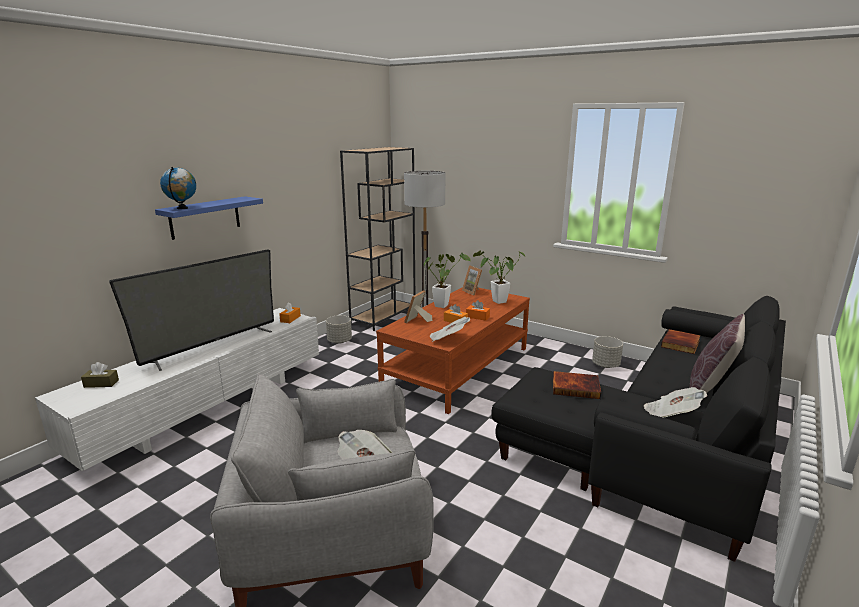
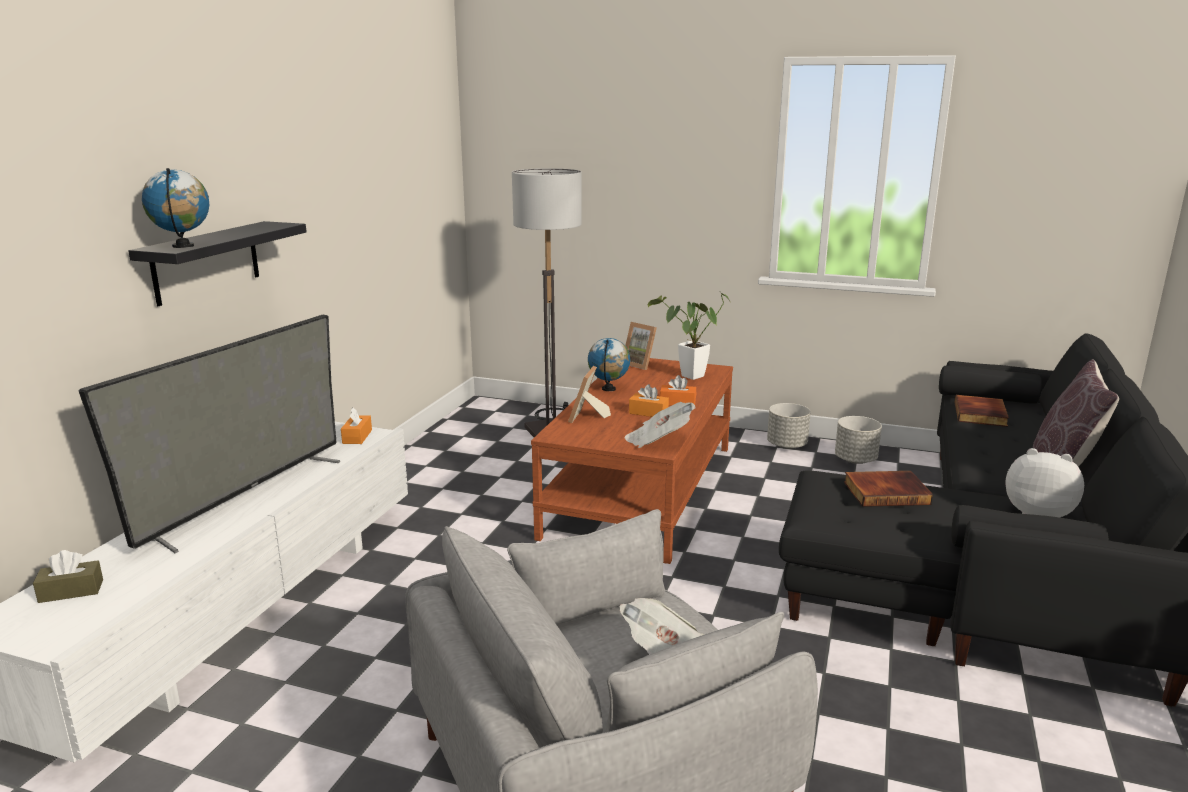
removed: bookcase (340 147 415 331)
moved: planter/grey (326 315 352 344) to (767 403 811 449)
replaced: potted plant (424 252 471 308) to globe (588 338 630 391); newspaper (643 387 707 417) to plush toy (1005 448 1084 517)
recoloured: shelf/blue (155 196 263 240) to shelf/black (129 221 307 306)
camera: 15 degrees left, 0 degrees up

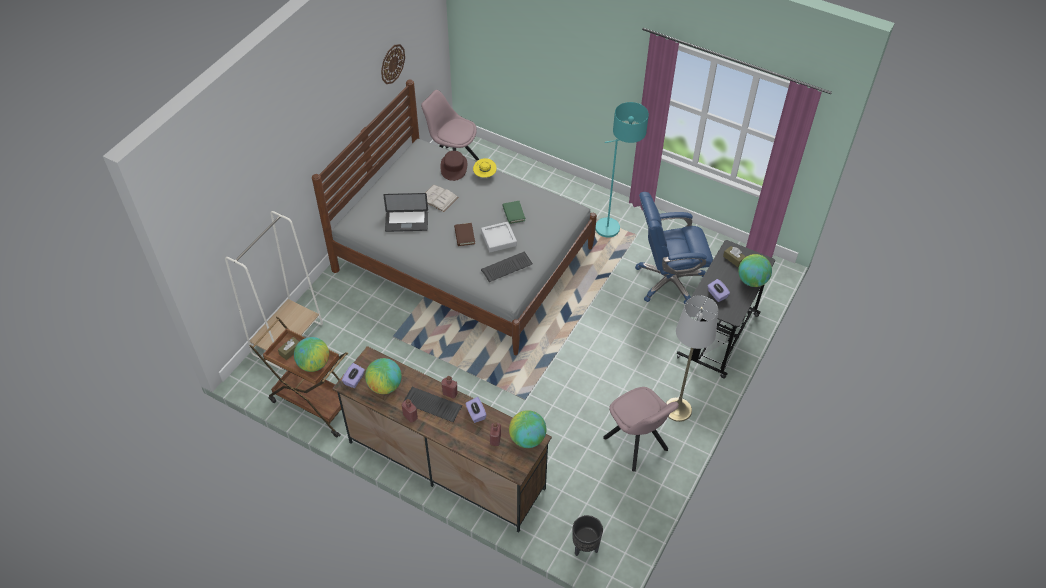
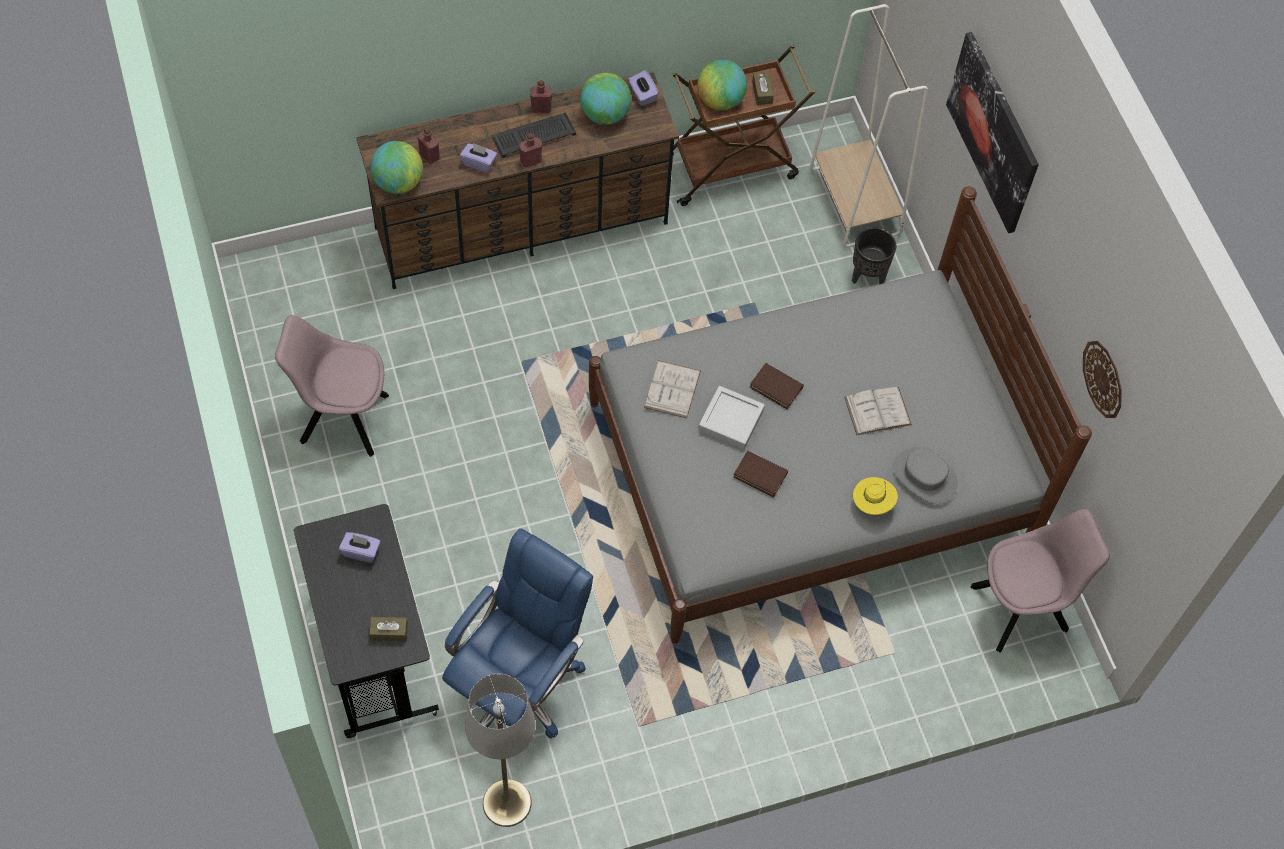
removed: laptop (383 193 428 232); floor lamp/turquoise (595 102 649 237); globe (738 254 772 287)
added: picture (946 32 1039 233)
moved: floor lamp/grey (666 295 718 422) to (465 674 536 827); planter/black (573 515 603 556) to (852 227 896 284)
replaced: keyboard (481 251 533 282) to book/white (644 360 701 418)
recoloured: book/green (503 201 525 224) to book/brown (733 451 788 498); hat/brown (441 151 467 181) to hat/grey (892 447 958 504)
camera: 130 degrees right, 10 degrees up

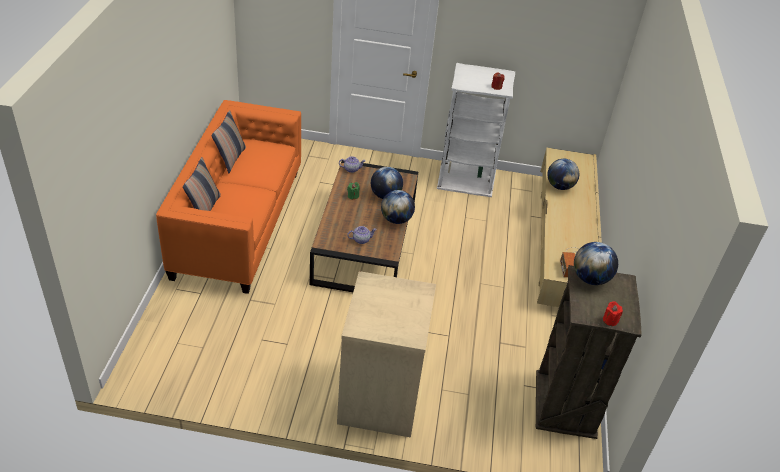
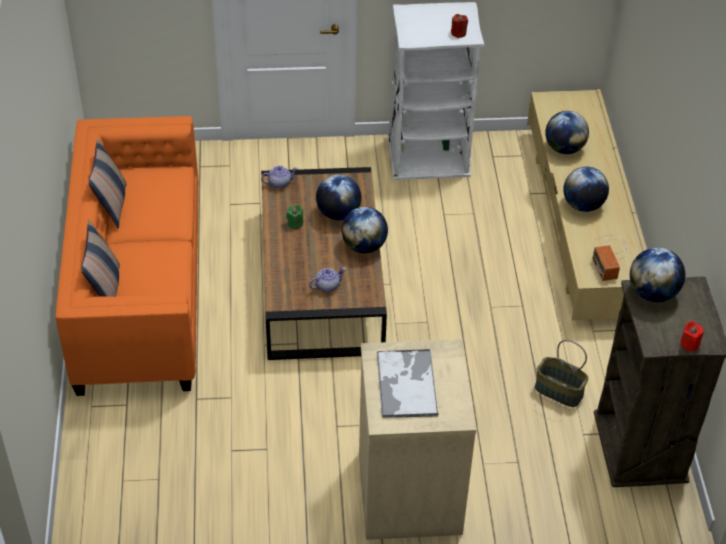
added: tray (377 349 438 418); basket (535 340 588 407); globe (563 167 609 212)
camera: 10 degrees left, 5 degrees up

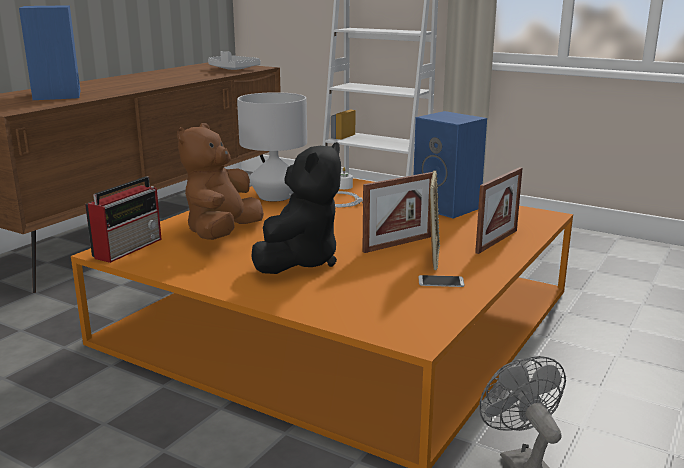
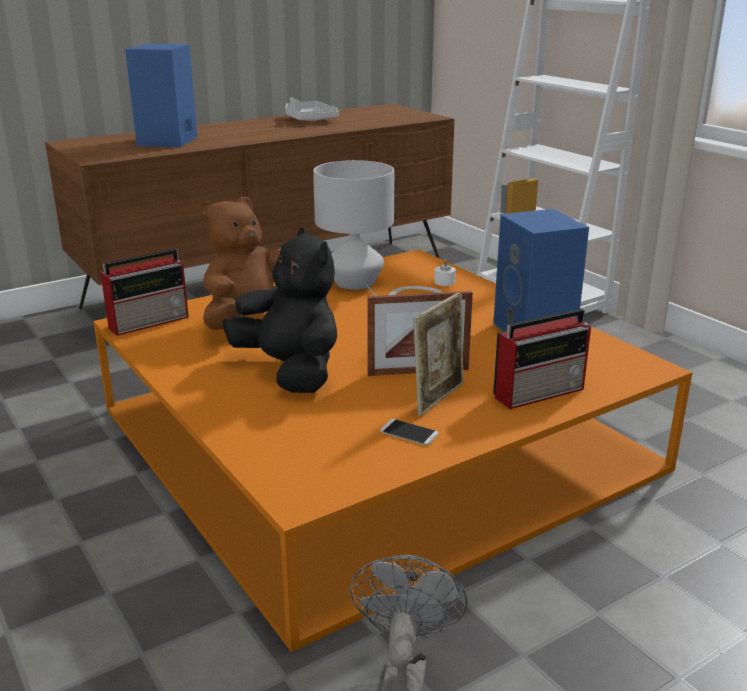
moved: tray/grey (208 51 260 70) to (285 98 339 121)
replaced: picture frame (475 167 523 254) to radio (493 309 591 409)
turned: plush toy/black (252 142 341 274) = (222 227 337 393) 90 degrees counterclockwise
camera: 25 degrees right, 5 degrees up

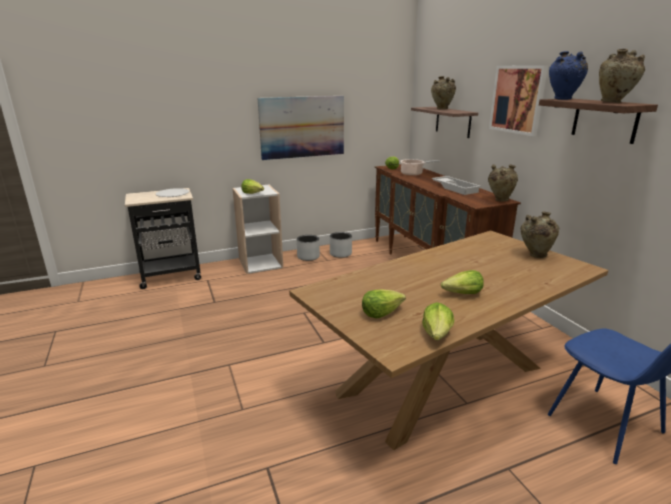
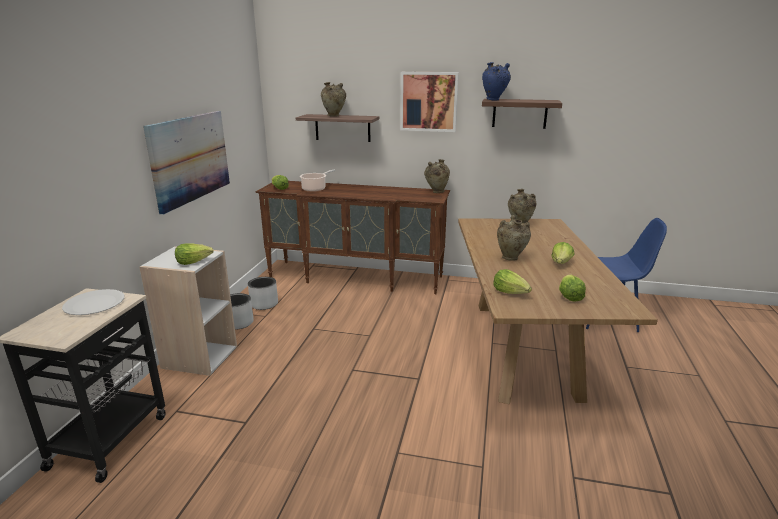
removed: tray/white (432 176 481 195)
moved: lettuce (422 302 454 340) to (493 269 532 294); vase/beige (599 49 645 103) to (497 215 531 261)
camera: 55 degrees left, 0 degrees up

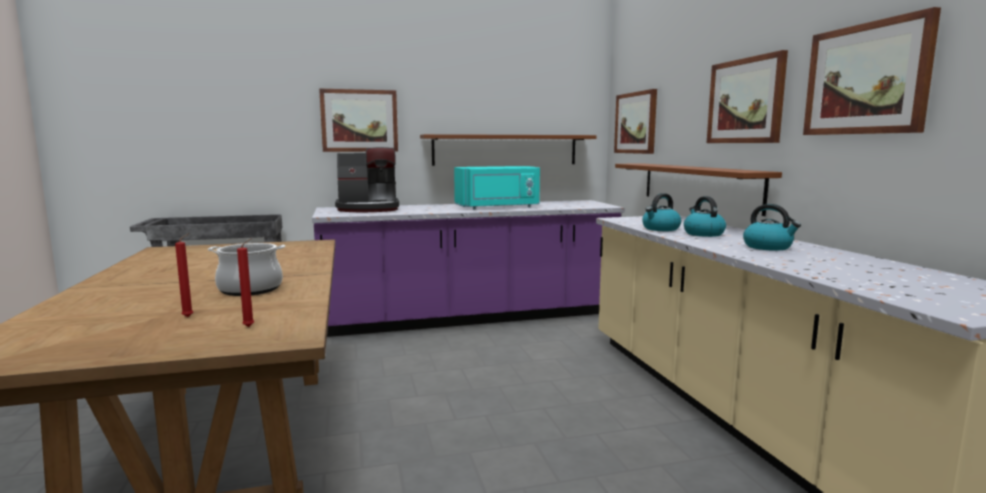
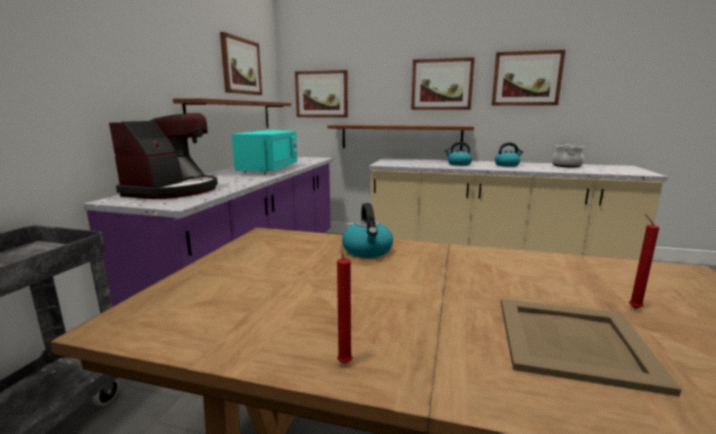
added: tray/beige (501 299 681 397)
moved: picture (319 89 398 152) to (220 32 262 95); candle/red (237 239 254 327) to (337 244 353 364); kettle (642 193 681 231) to (342 203 393 258); cooking pot (208 243 285 296) to (552 145 584 168)
camera: 60 degrees left, 5 degrees up

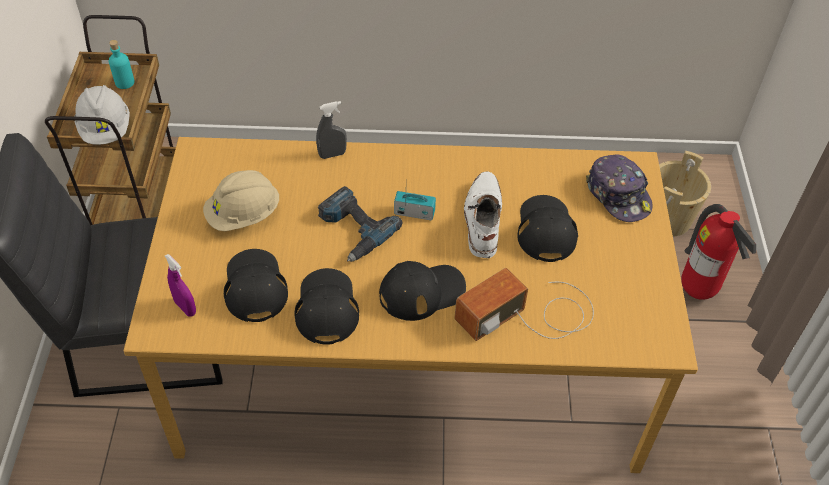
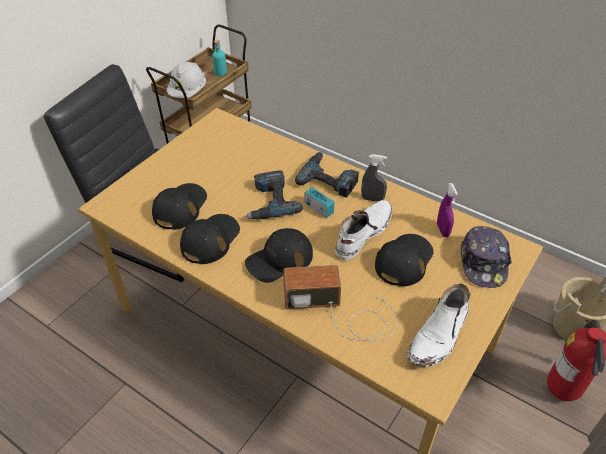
removed: hard hat/beige (203 170 279 231)
added: power drill (295 151 359 198); boot/white (407 284 470 367)
moved: spray bottle/grey (316 101 347 159) to (361 154 387 202); spray bottle/purple (165 254 196 317) to (437 183 458 237)
turned: cap/black (379 261 466 321) = (245 228 313 283) 135 degrees clockwise
camera: 35 degrees right, 5 degrees down

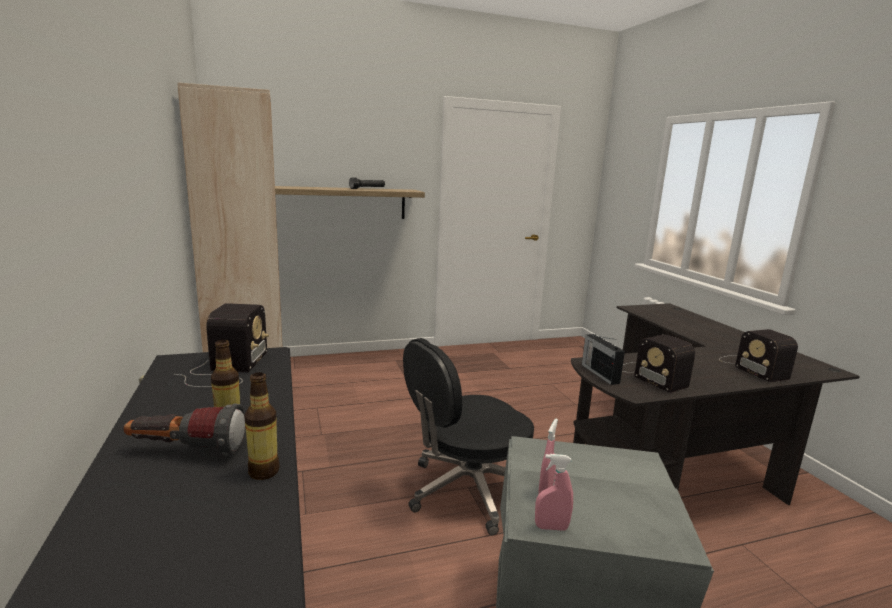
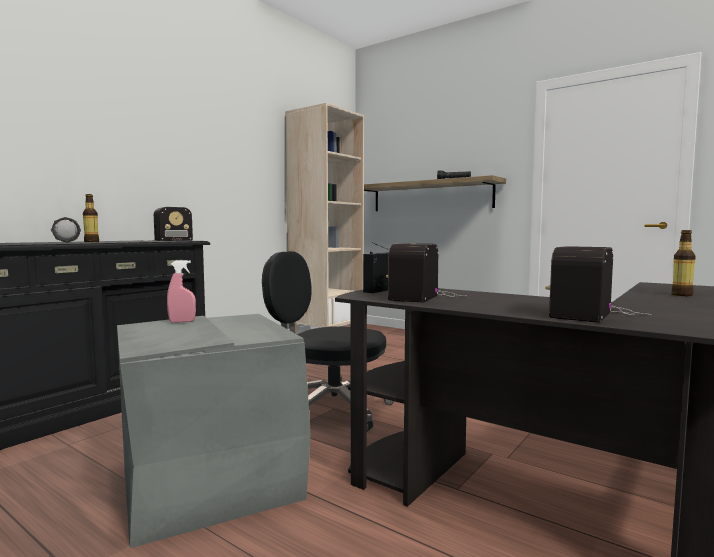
removed: spray bottle/pink (535 454 573 531)
moved: bottle (245 372 280 480) to (671 230 696 296)
camera: 55 degrees right, 10 degrees down

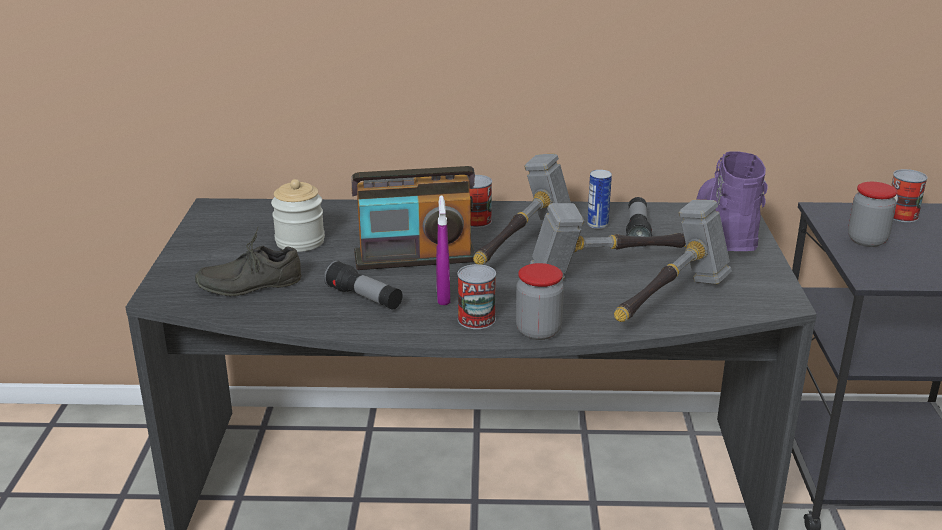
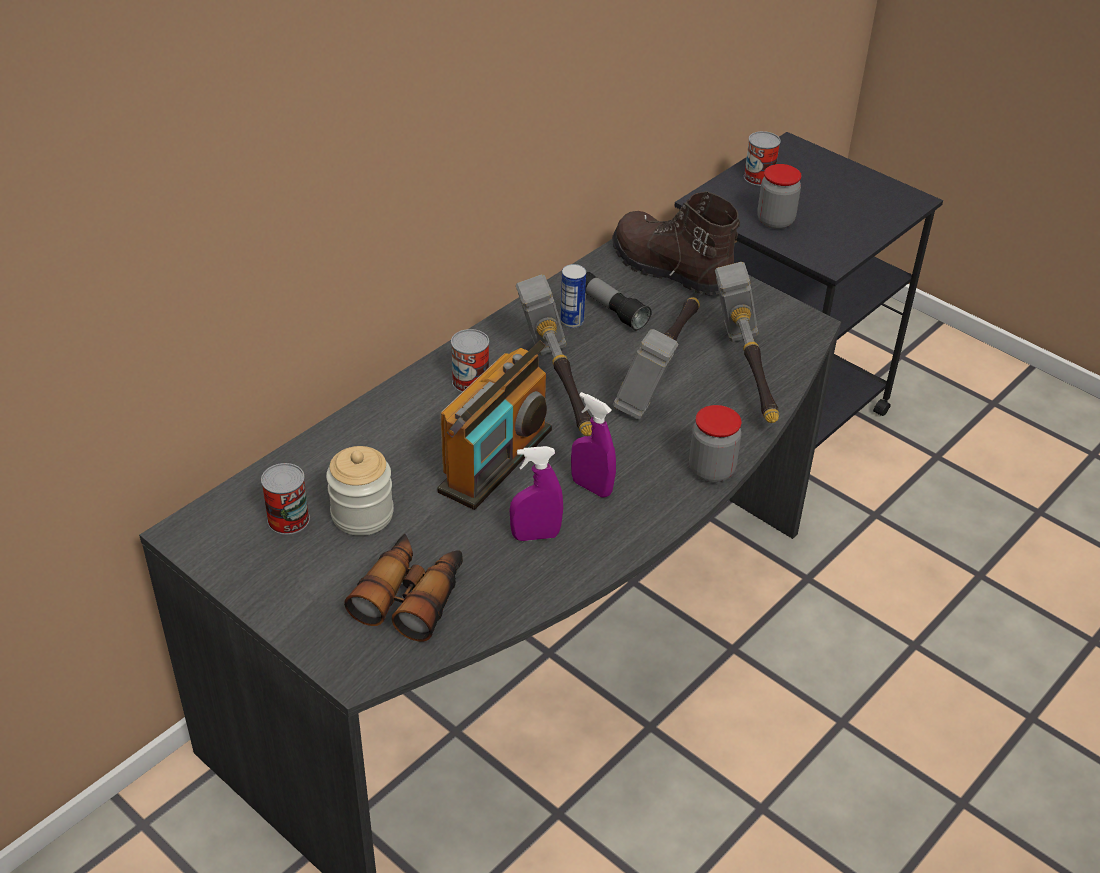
moved: can (457 264 496 329) to (261 463 310 535)
replaced: shoe/grey (195 228 302 296) to binoculars (344 534 463 642); flashlight (324 260 402 309) to spray bottle/purple (510 446 563 541)
recoloured: boot/purple (696 151 768 251) to boot/brown (612 191 740 295)
camera: 50 degrees left, 15 degrees up

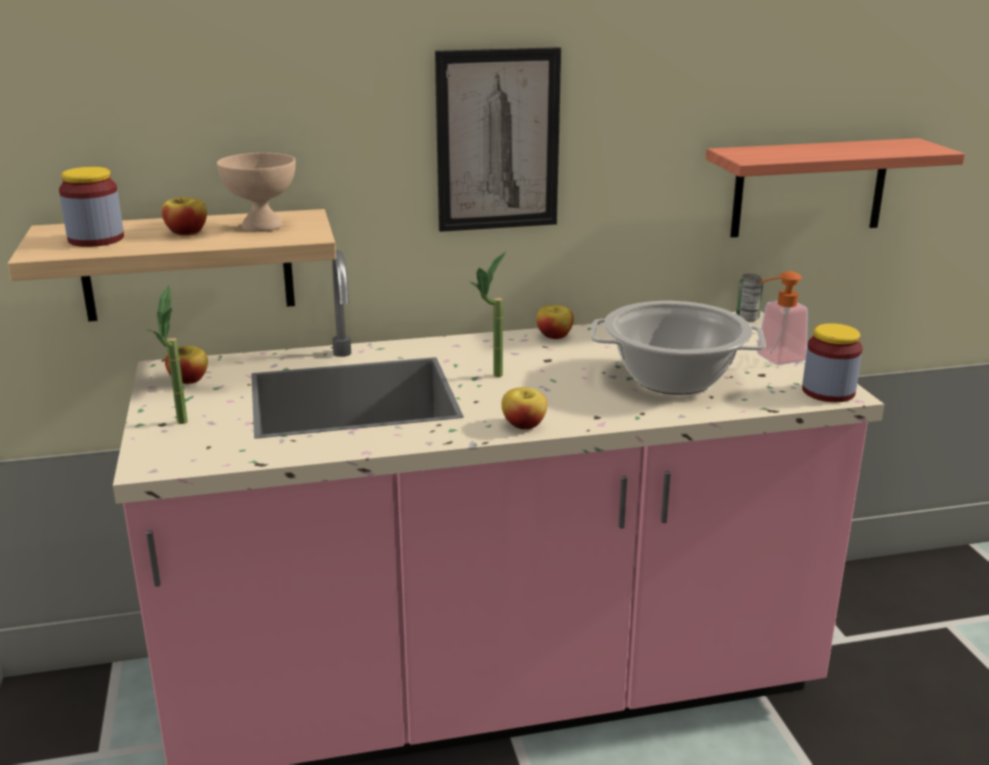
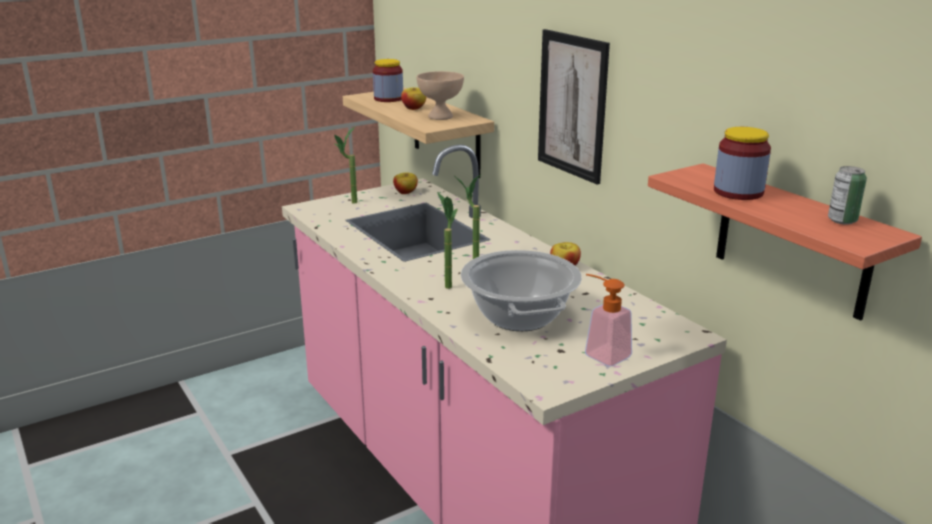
removed: apple (501 387 547 430)
added: potted plant (437 192 458 289)
moved: jar (802 323 863 402) to (714 127 771 200); can (736 274 763 321) to (828 166 867 225)
camera: 70 degrees right, 0 degrees up

